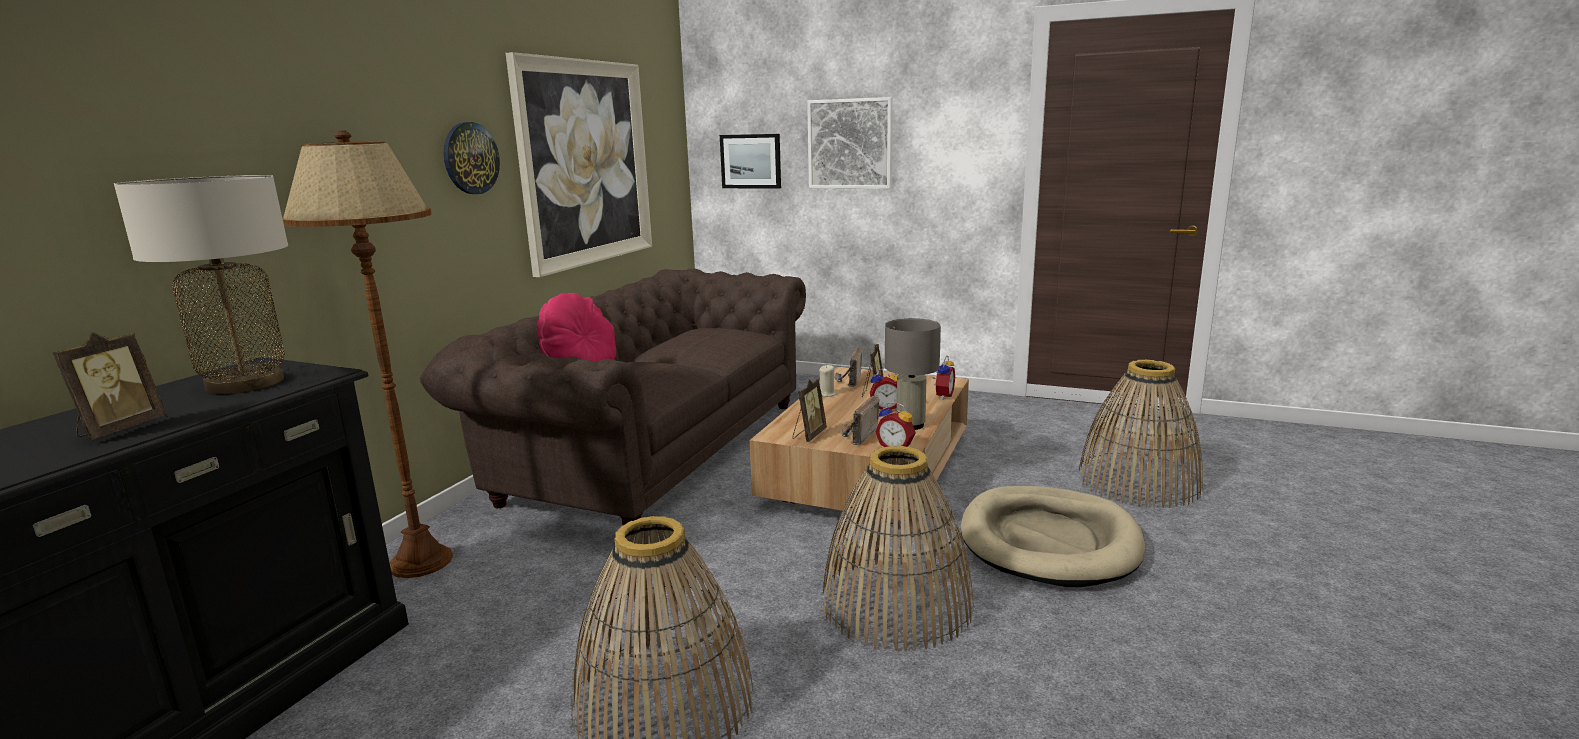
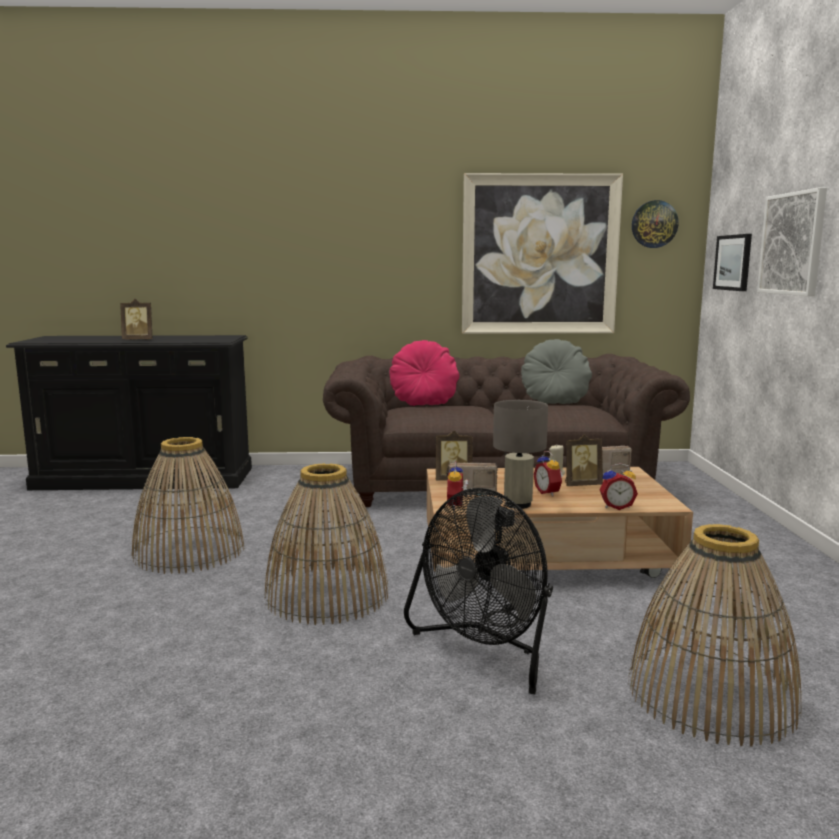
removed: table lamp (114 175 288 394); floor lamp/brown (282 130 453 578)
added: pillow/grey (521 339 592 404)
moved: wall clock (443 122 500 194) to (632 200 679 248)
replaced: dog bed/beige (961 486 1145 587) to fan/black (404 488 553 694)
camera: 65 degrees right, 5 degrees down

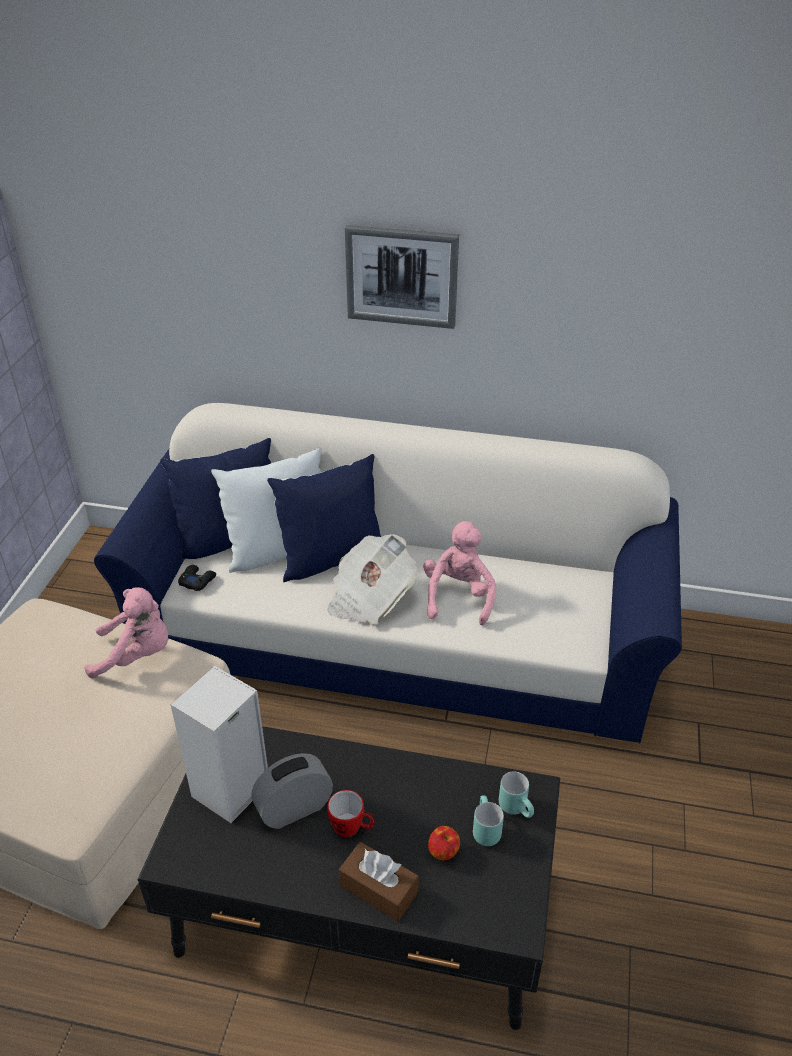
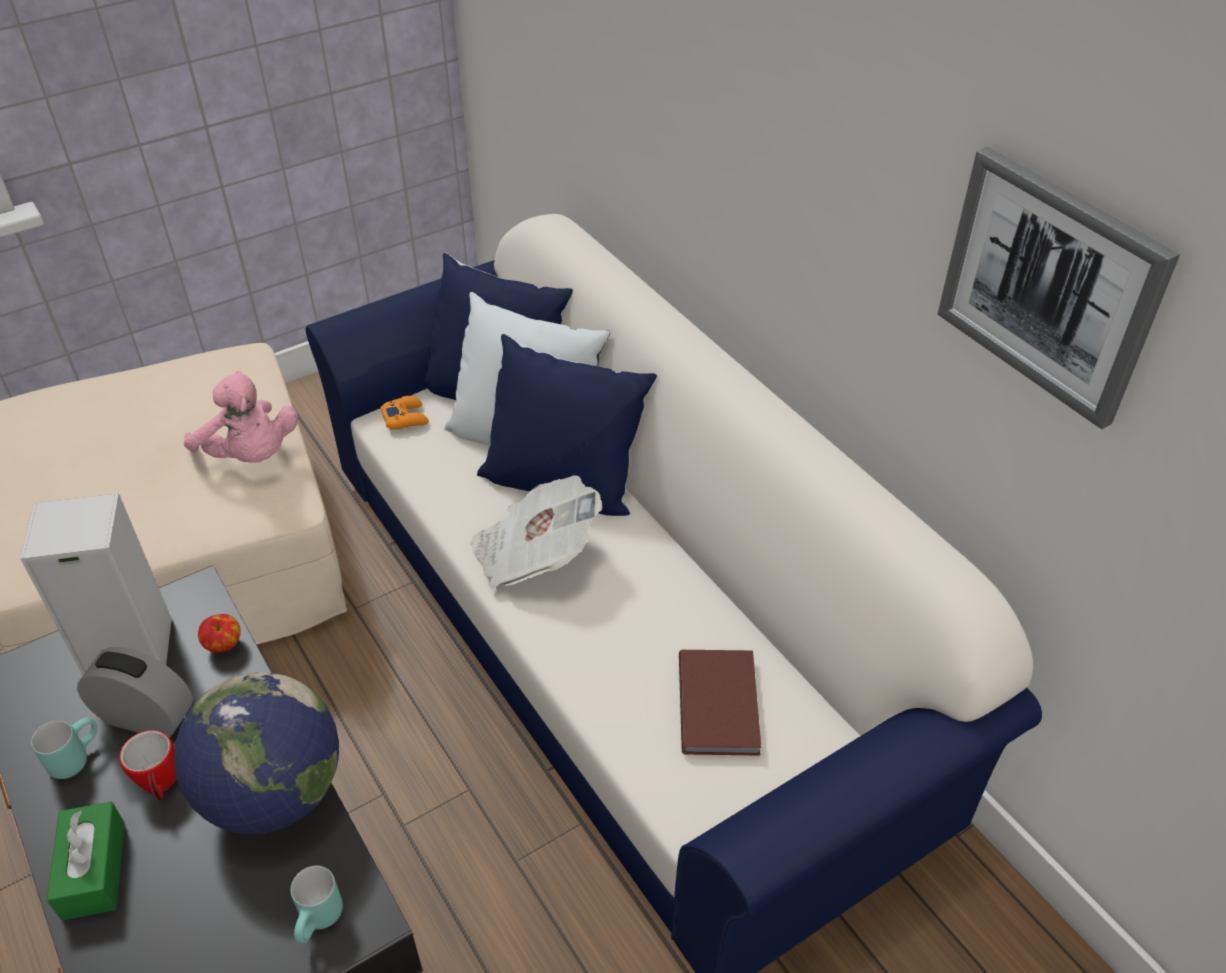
removed: plush toy/pink (423 521 496 625)
added: globe (174 672 339 834); book/brown (679 650 761 756)
moved: mug/turquoise (473 795 504 846) to (31 717 97 779); apple (428 826 460 860) to (198 614 241 653); picture (345 225 459 329) to (938 147 1180 429)
recoloured: tissue box/brown (339 842 419 921) to tissue box/green (47 802 125 920); game controller/black (178 565 216 591) to game controller/orange (380 396 429 430)
camera: 45 degrees right, 5 degrees up

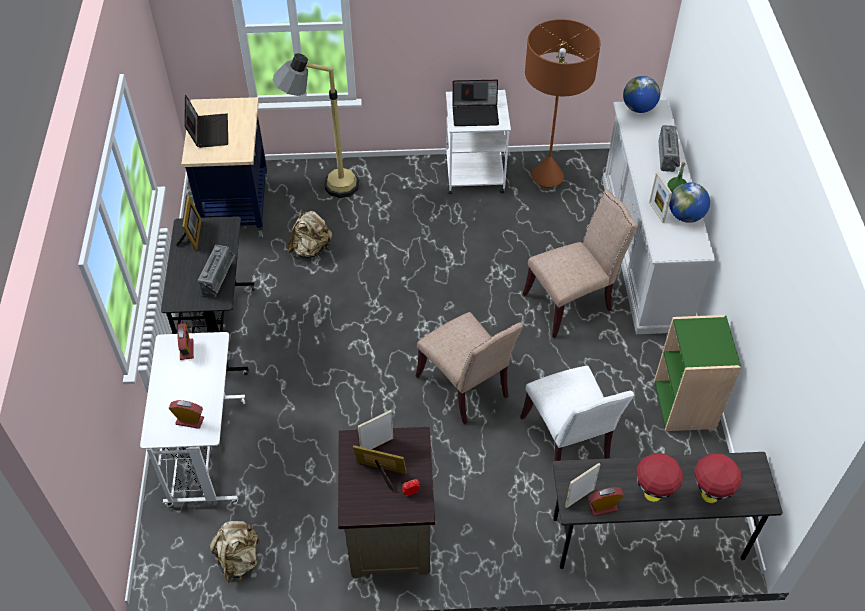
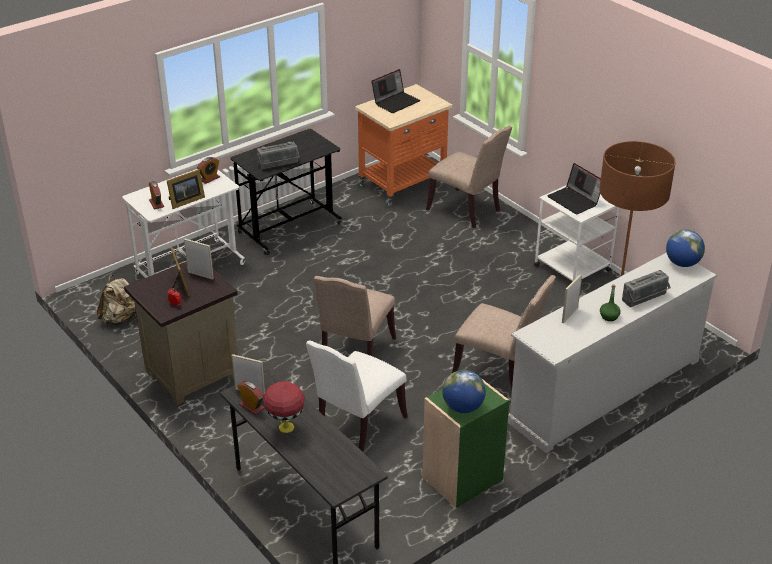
removed: backpack/beige (288 209 332 258); table lamp/red (694 454 741 503)
moved: picture frame (177 195 202 251) to (167 169 205 209); globe (669 183 710 223) to (442 370 486 413)
replaced: floor lamp (272 53 359 198) to chair/beige (426 126 512 228)
recoloured: cart/blue (181 97 268 239) to cart/orange (355 84 452 207)
camera: 55 degrees right, 15 degrees down

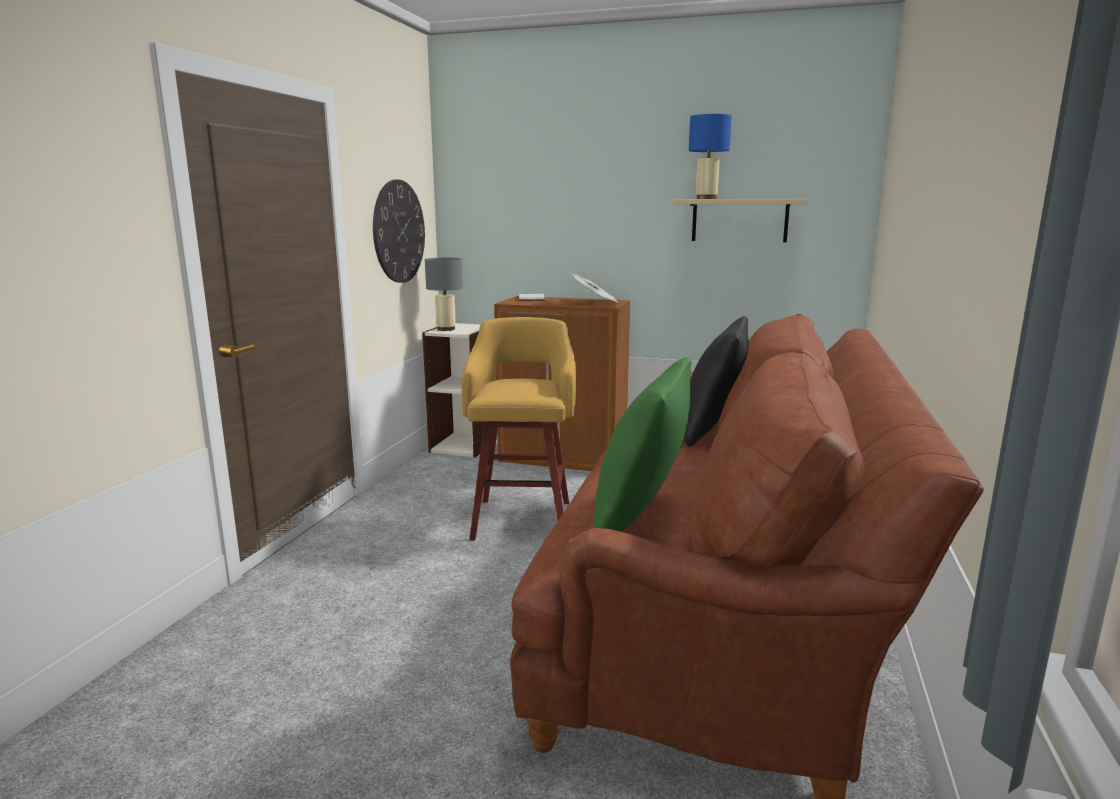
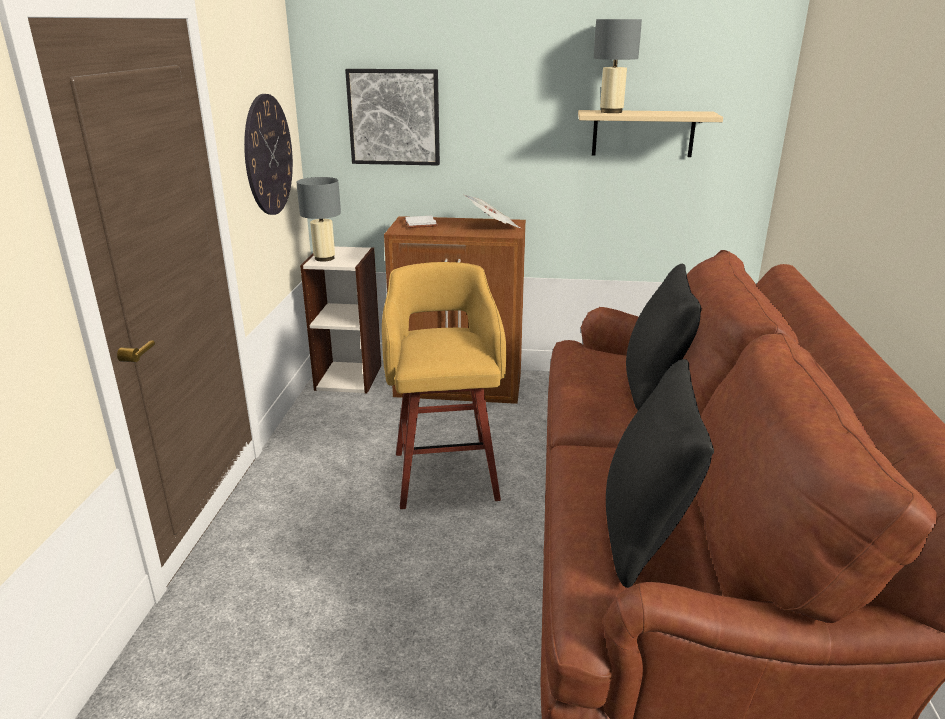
added: picture (345 69 440 166)
recoloured: table lamp/blue (689 114 732 199) to table lamp/grey (594 19 642 113); pillow/green (593 357 692 532) to pillow/black (606 359 714 588)
camera: 10 degrees left, 10 degrees up

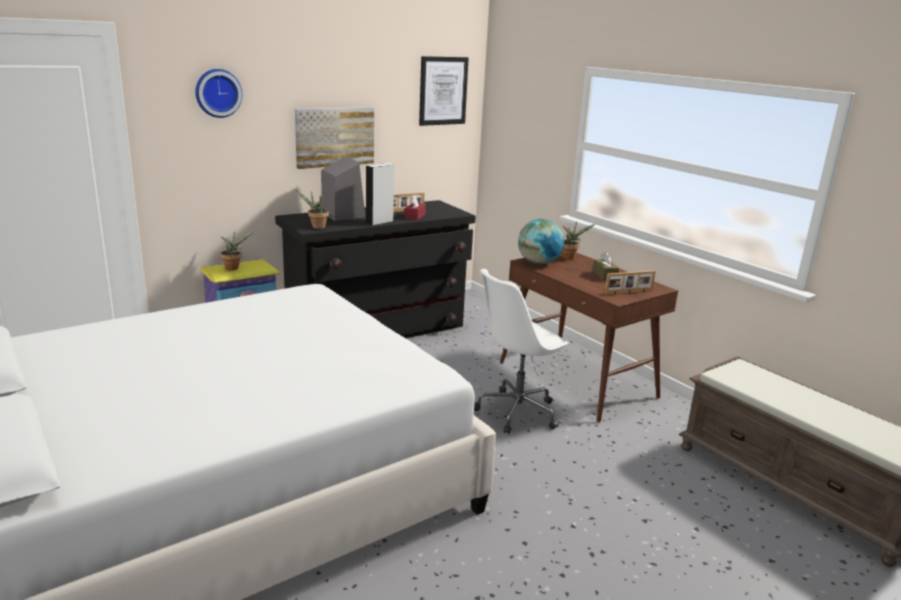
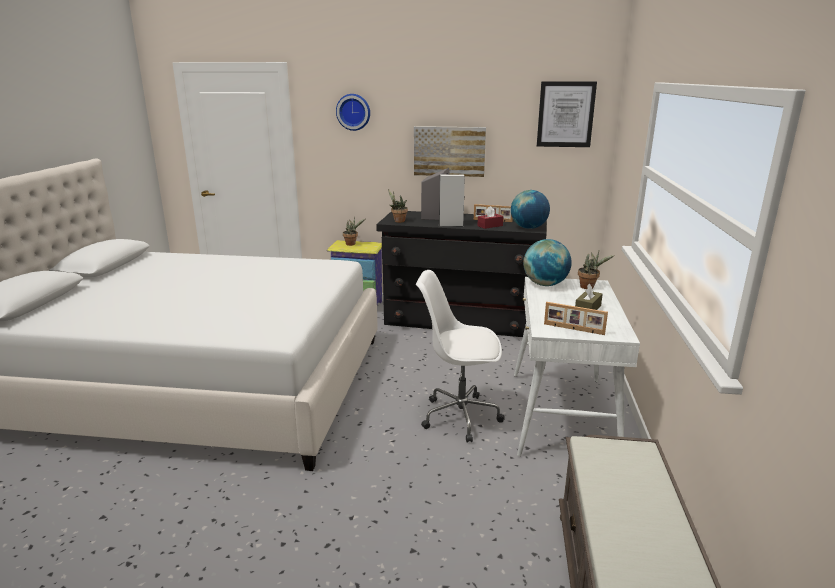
added: globe (511 190 550 229)
recoloured: desk/brown (500 253 678 422) to desk/white (514 277 640 456)
camera: 45 degrees right, 0 degrees up

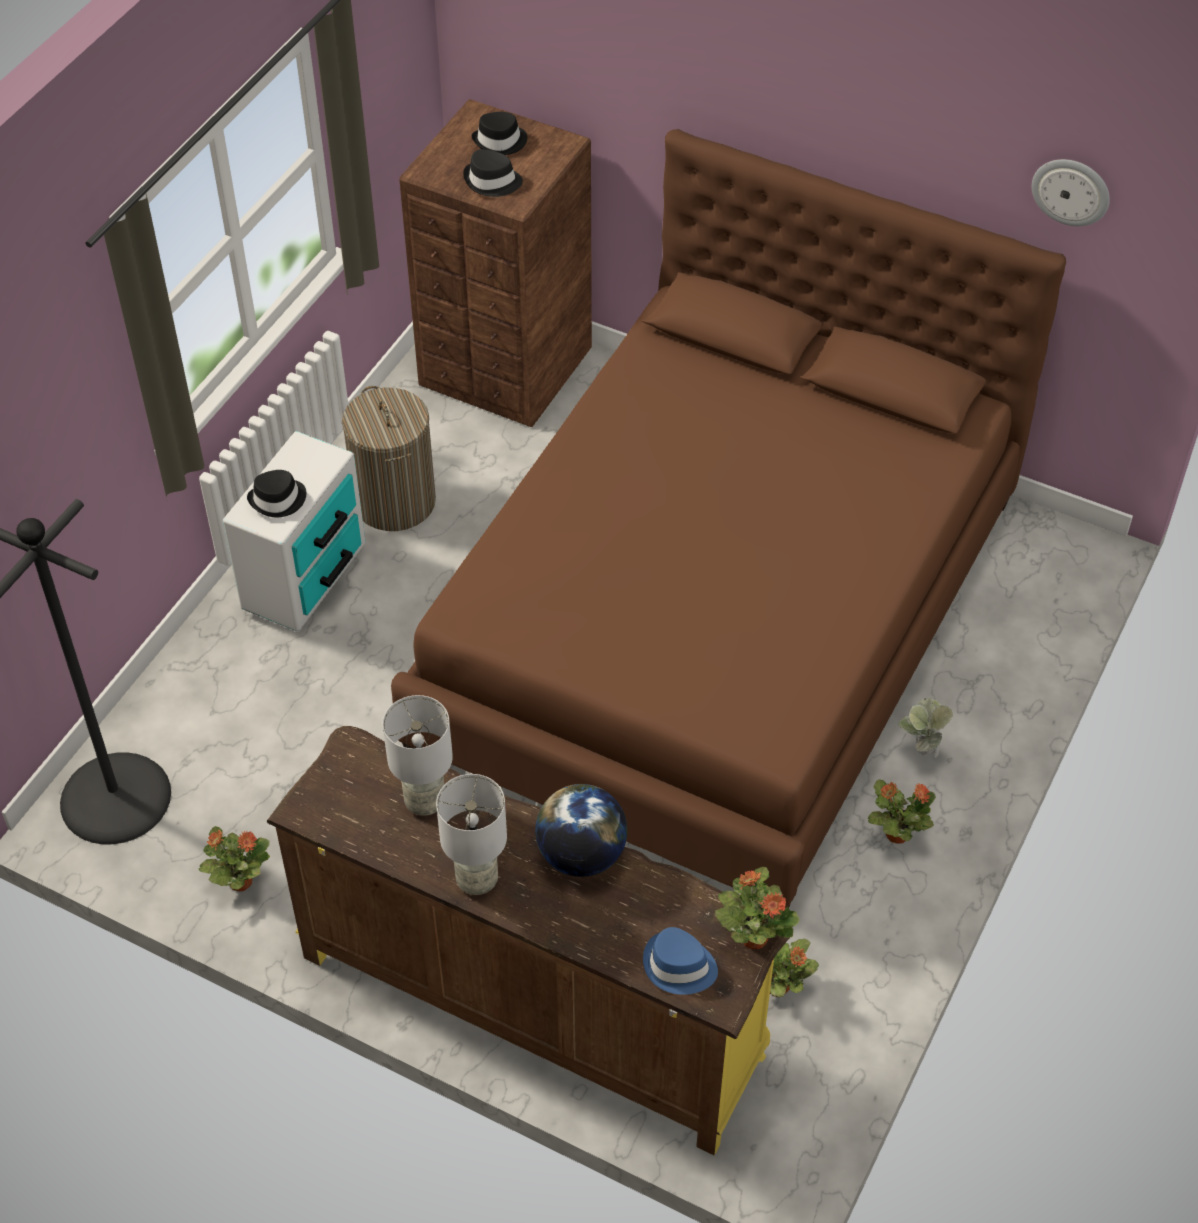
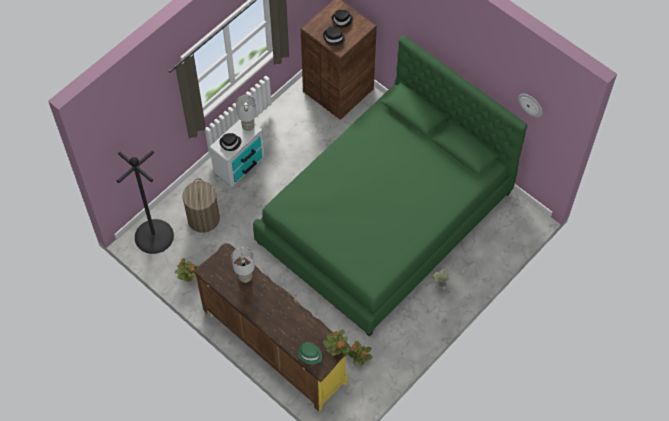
removed: globe (535 784 628 877); potted plant (868 779 936 844)
moved: laundry basket (342 386 436 531) to (182 178 220 233); table lamp/grey (436 774 507 895) to (236 95 257 131)
recoloured: bed/brown (391 129 1066 908) to bed/green (253 36 527 336); hat/blue (643 927 718 995) to hat/green (298 342 322 365)
camera: 15 degrees right, 10 degrees up

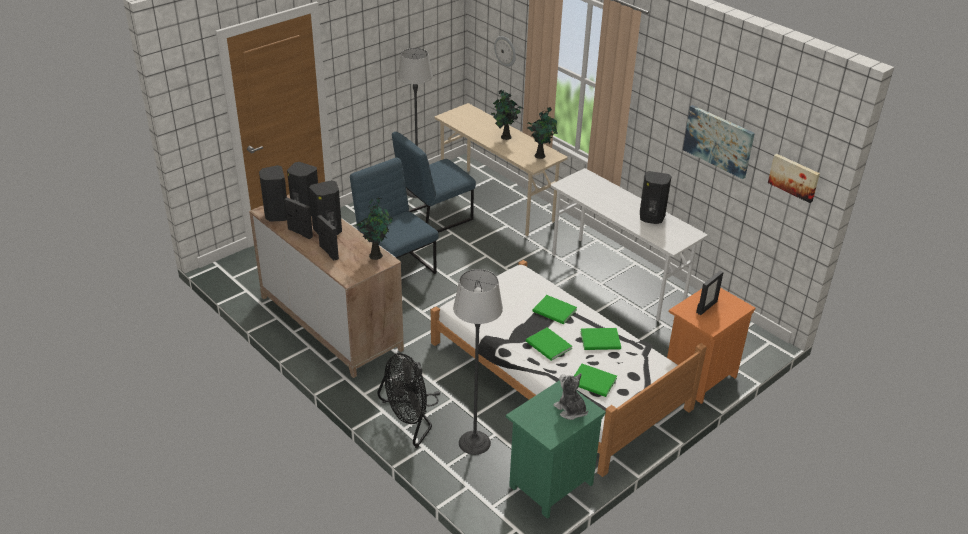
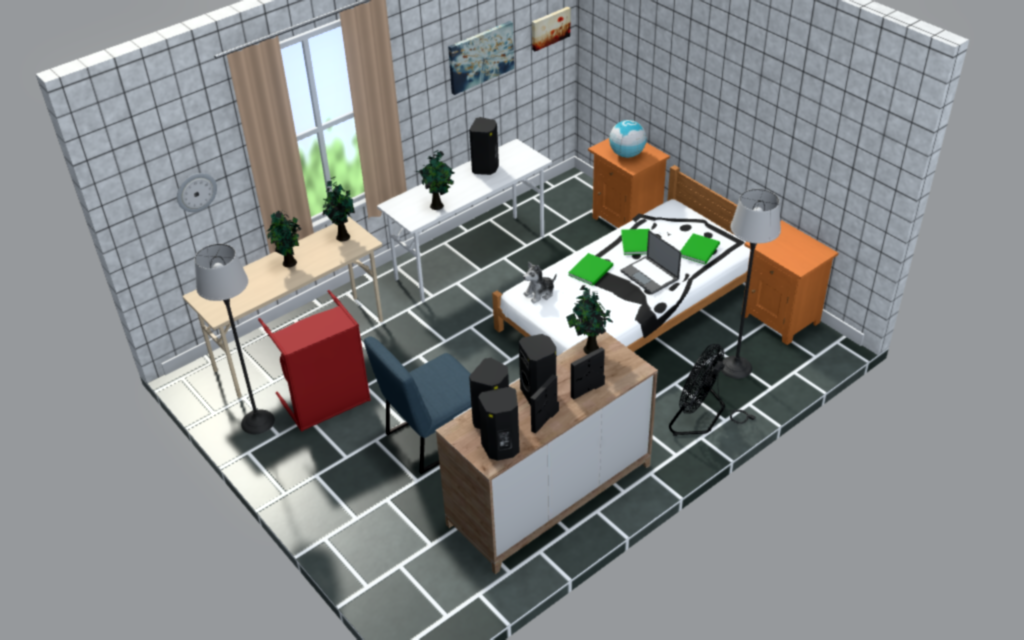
added: potted plant (416 150 454 210)
moved: plush toy (553 373 588 420) to (523 262 557 303)
replaced: chair/blue (392 132 476 233) to laundry basket/red (258 290 371 431); picture frame (696 270 724 315) to globe (609 120 647 158); book/green (526 327 572 361) to laptop (621 230 681 294)
recoloured: nightstand/green (506 380 606 519) to nightstand/orange (741 221 838 345)
turned: fan/black (377 353 440 448) = (669 344 756 436) 150 degrees clockwise
camera: 85 degrees left, 5 degrees up

